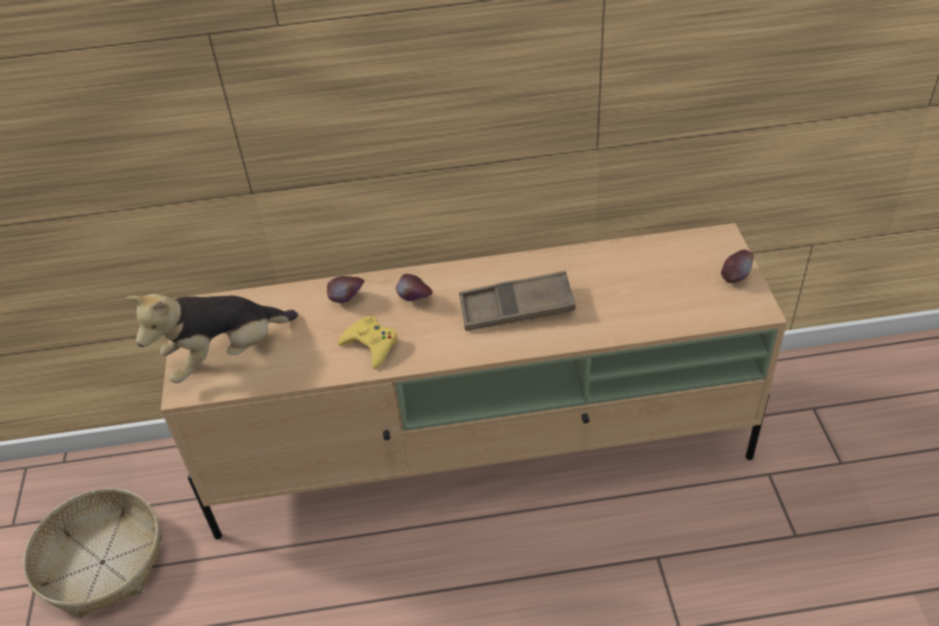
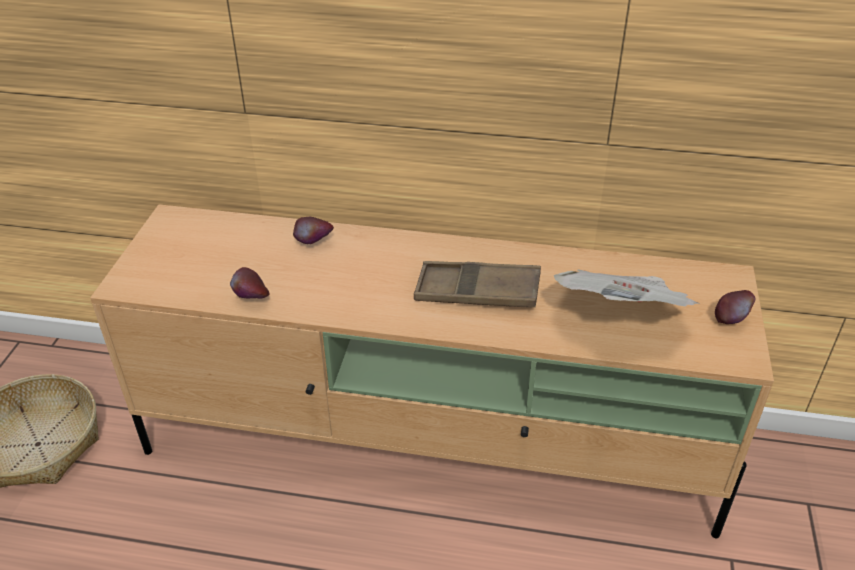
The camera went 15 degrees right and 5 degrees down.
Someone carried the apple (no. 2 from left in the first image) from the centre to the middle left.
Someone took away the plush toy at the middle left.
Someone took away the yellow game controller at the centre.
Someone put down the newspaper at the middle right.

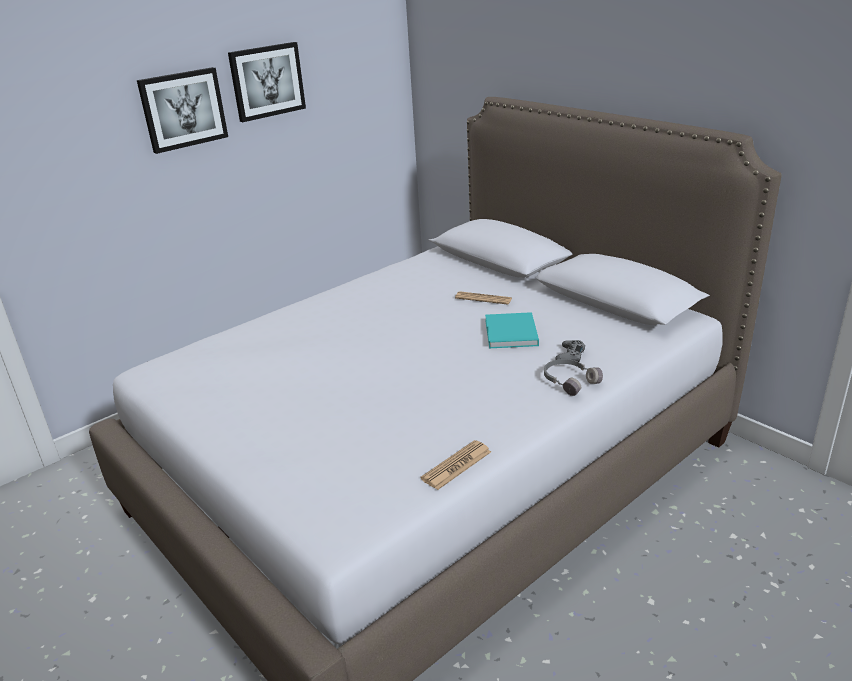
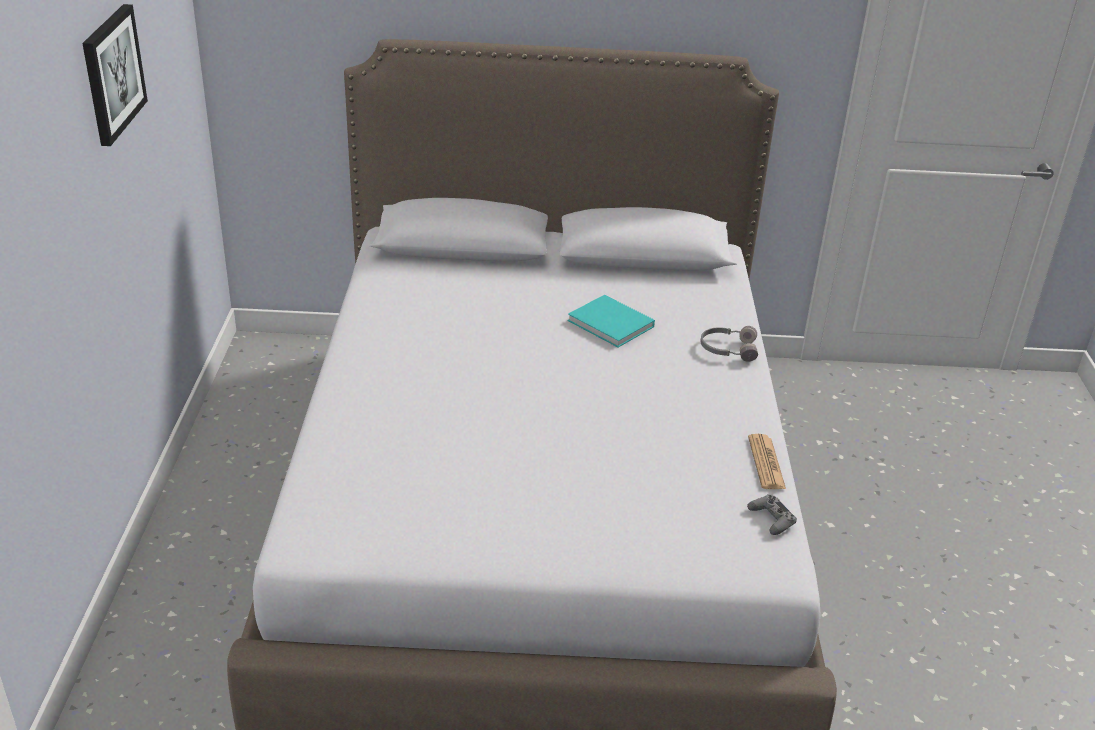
The camera went 50 degrees left and 5 degrees up.
Someone took away the picture (no. 1 from left) at the top left.
Someone took away the newspaper (no. 2 from left) at the centre.
Someone carried the grey game controller from the middle right to the bottom right.

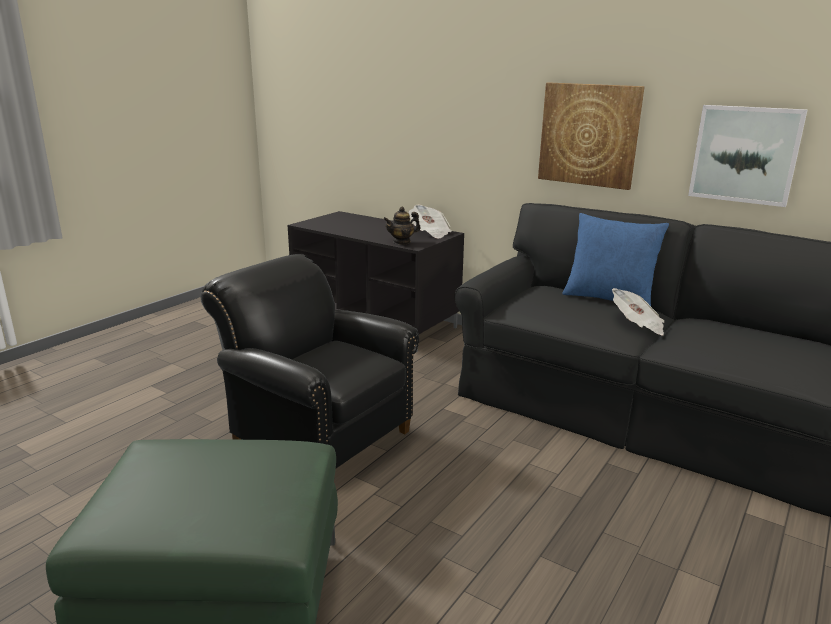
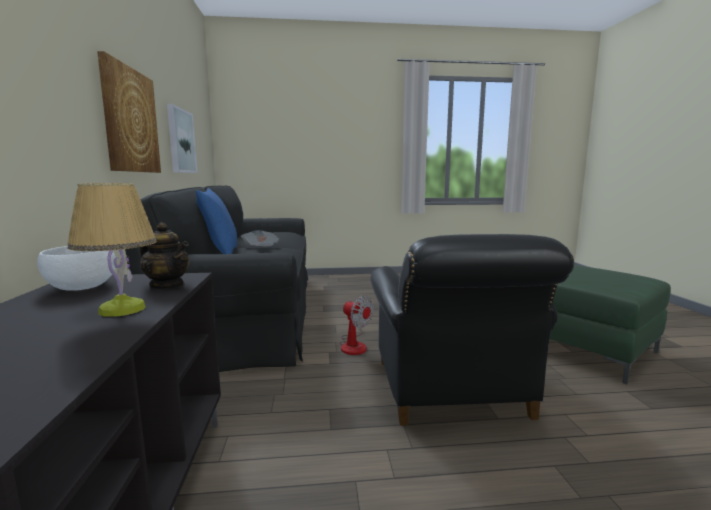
The camera went 130 degrees left and 10 degrees down.
Someone swapped the newspaper (no. 1 from left) at the centre for the white bowl at the middle left.
Someone put down the table lamp at the middle left.
Someone put down the fan at the centre.

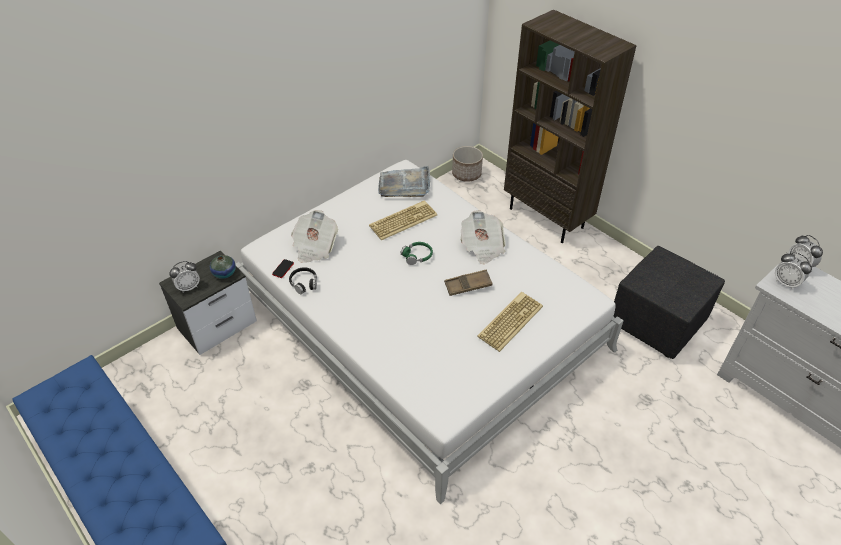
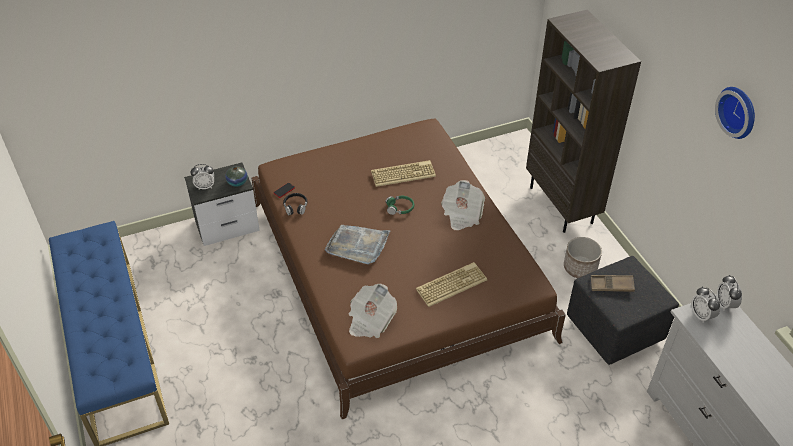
The camera went 20 degrees right and 0 degrees up.
Someone carried the planter from the top centre to the middle right.
Someone repainted the white bed at the centre, which became the brown bed at the centre.
Someone carried the grey tray from the top centre to the centre.
Someone carried the newspaper (no. 1 from left) from the centre to the bottom centre.
Someone carried the brown tray from the centre to the middle right.
Someone put up the wall clock at the top right.

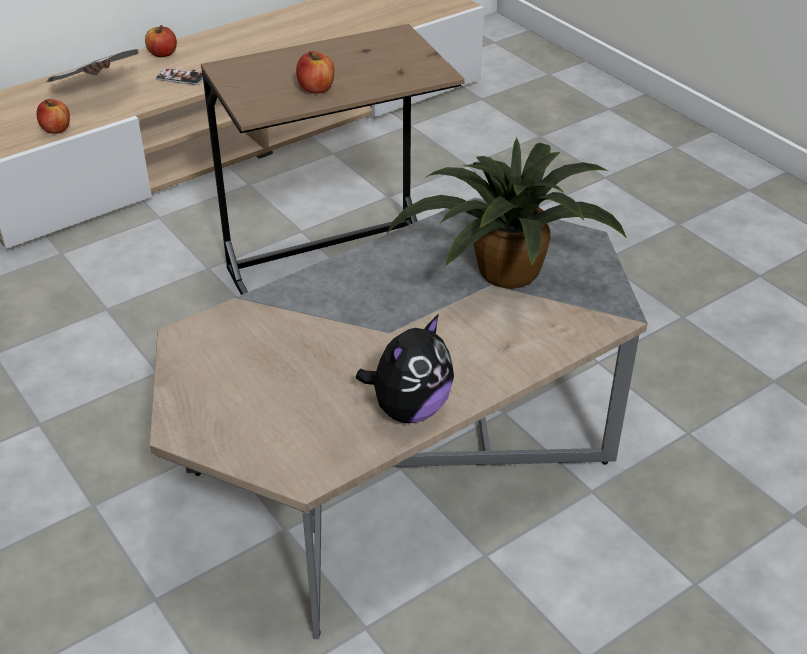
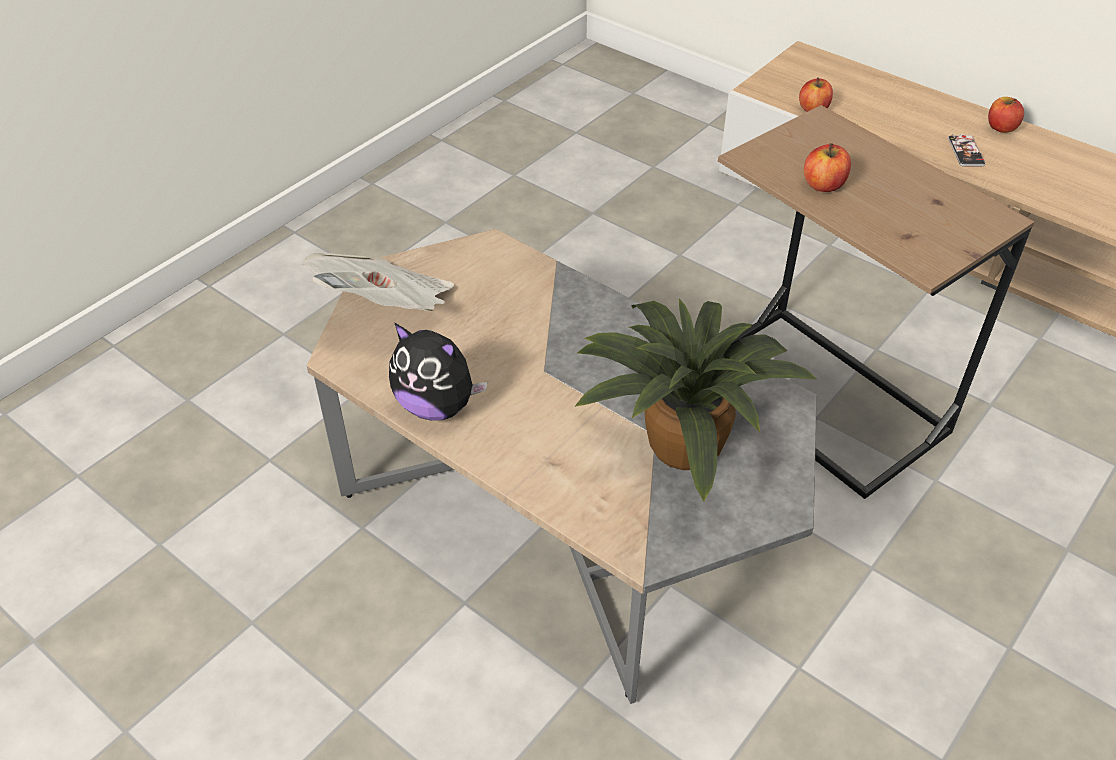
The camera went 75 degrees right and 5 degrees up.
Someone carried the newspaper from the top left to the centre.

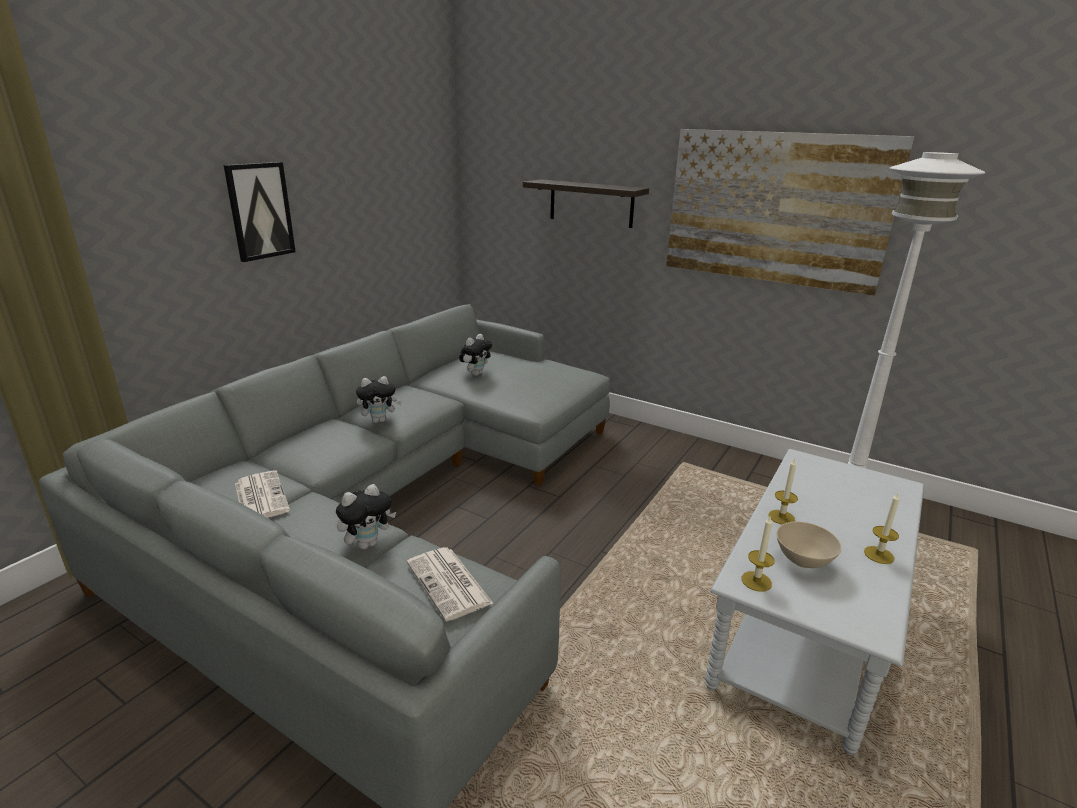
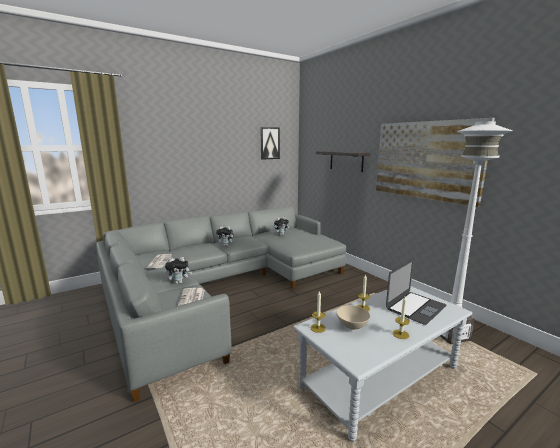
The camera went 25 degrees right and 10 degrees down.
Someone carried the picture (no. 1 from left) from the top left to the top centre.
Someone put down the laptop at the middle right.

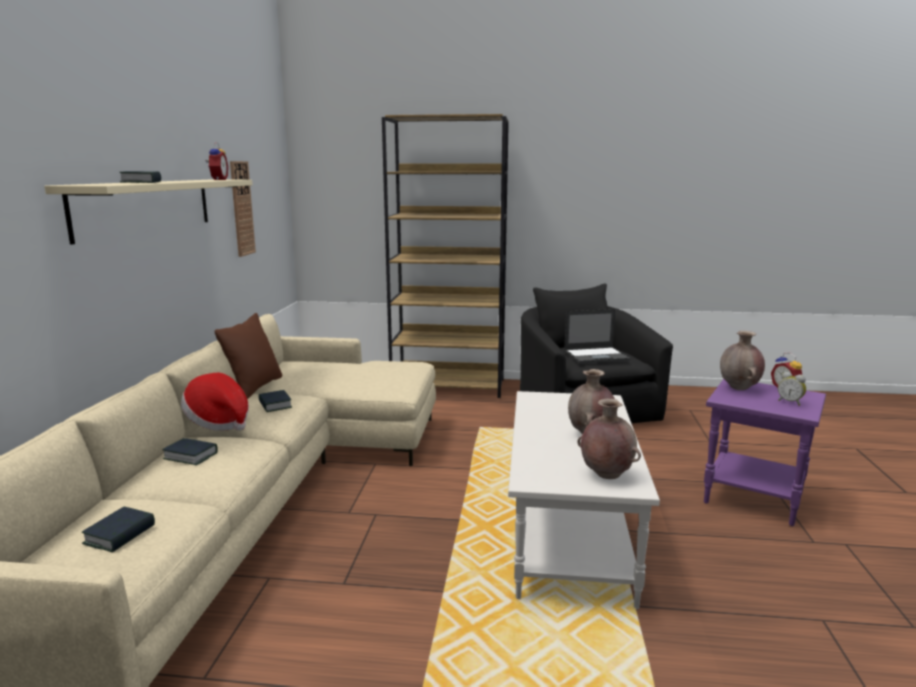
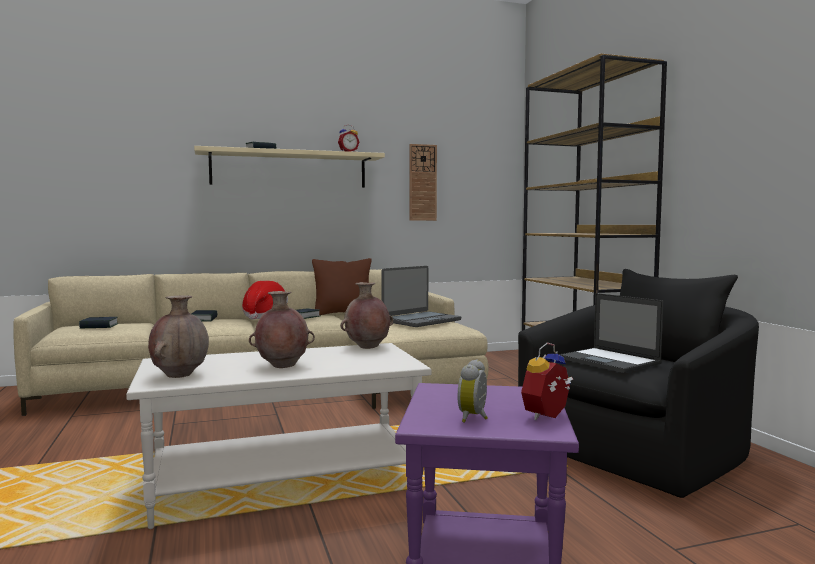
The camera went 65 degrees right and 10 degrees down.
Someone carried the brown vase (no. 3 from left) from the middle right to the centre.
Someone put down the laptop (no. 1 from left) at the centre.

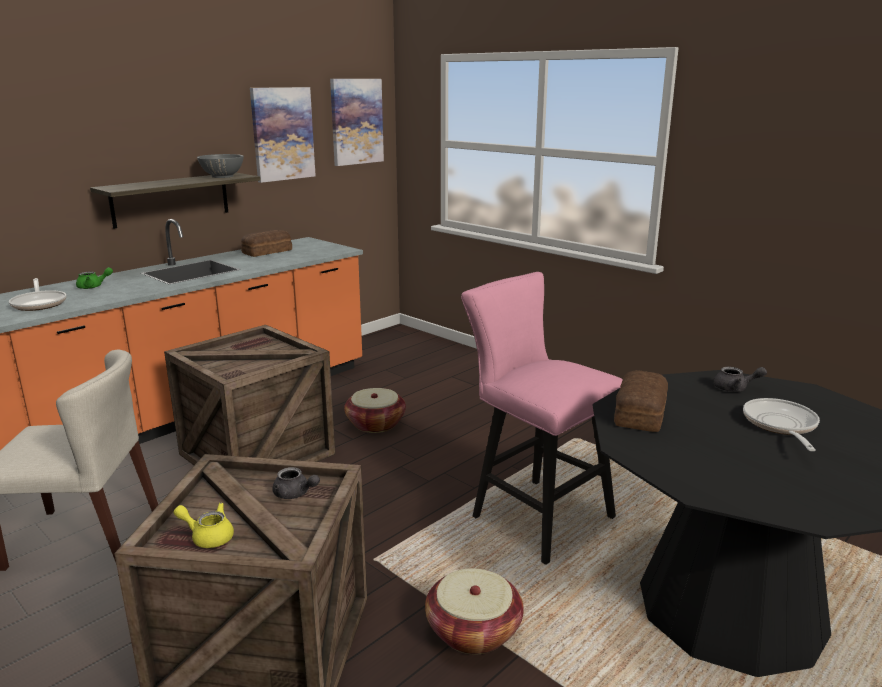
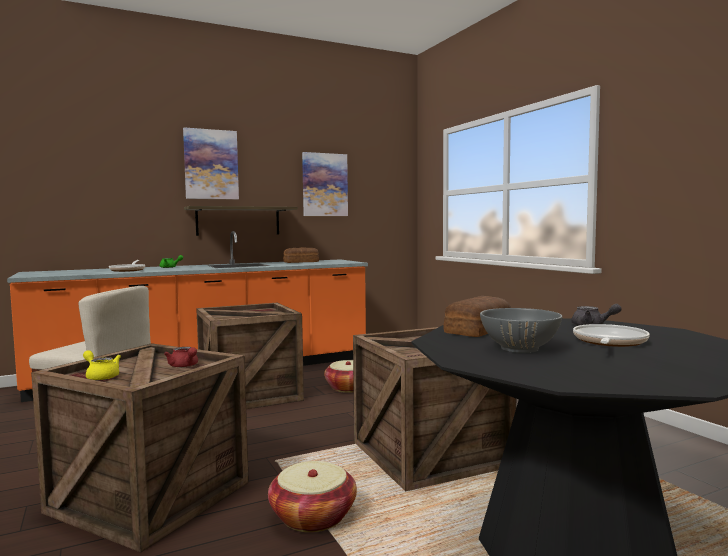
The camera went 20 degrees right and 15 degrees down.
Someone carried the picture (no. 2 from left in the first image) from the top centre to the top left.
Someone carried the grey bowl from the top left to the middle right.
Someone swapped the pink stool at the centre for the crate (no. 3 from left) at the bottom centre.
Someone repainted the grey teapot (no. 1 from left) at the bottom centre, which became the red teapot at the middle left.

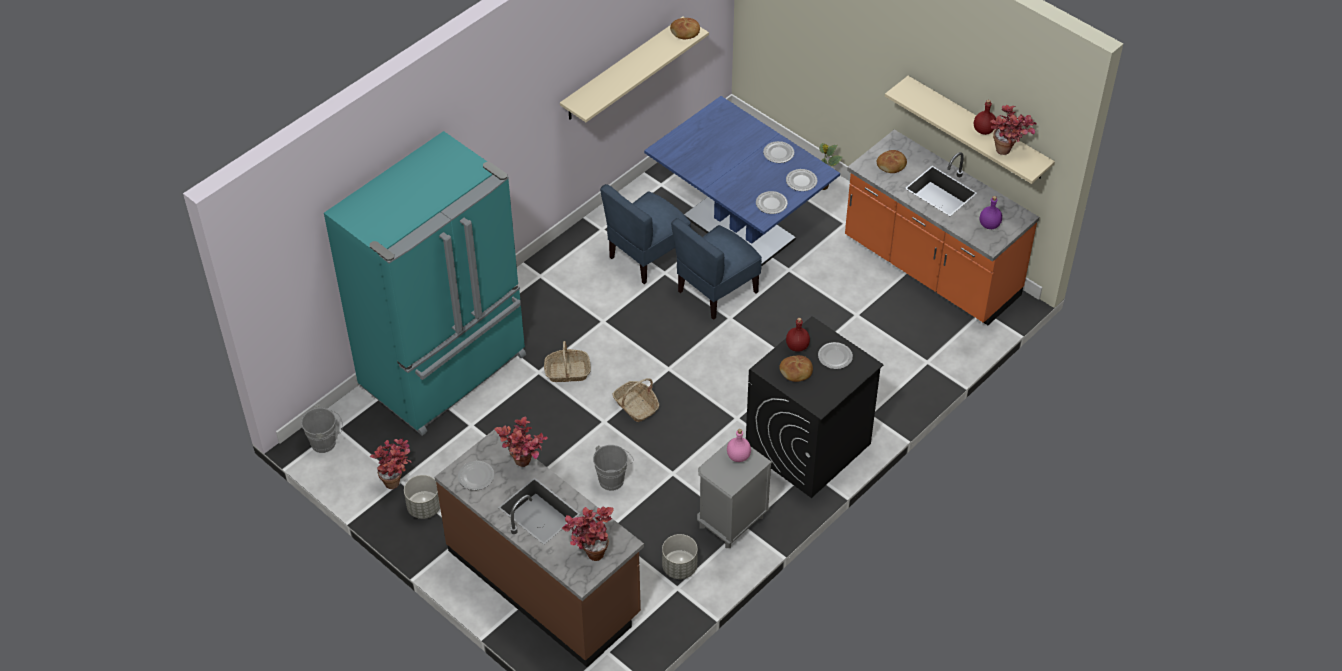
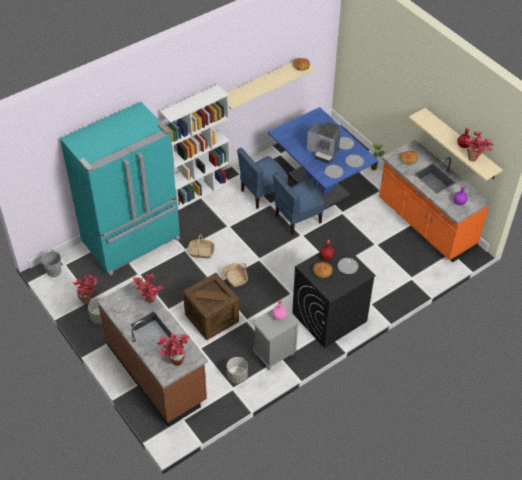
The camera went 10 degrees right and 0 degrees up.
Someone swapped the grey bucket (no. 2 from left) at the bottom centre for the crate at the centre.
Someone put down the white bookcase at the top centre.
Someone put down the coffee machine at the top centre.

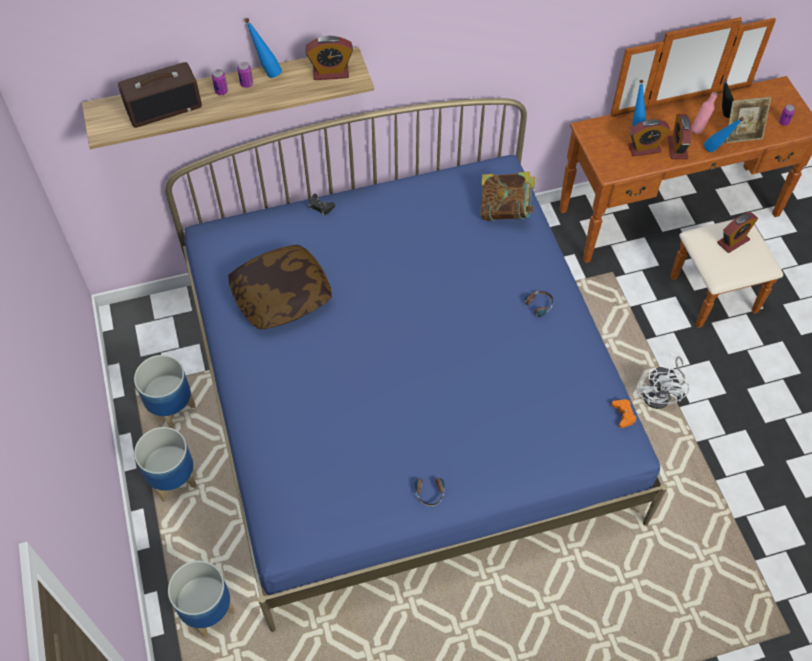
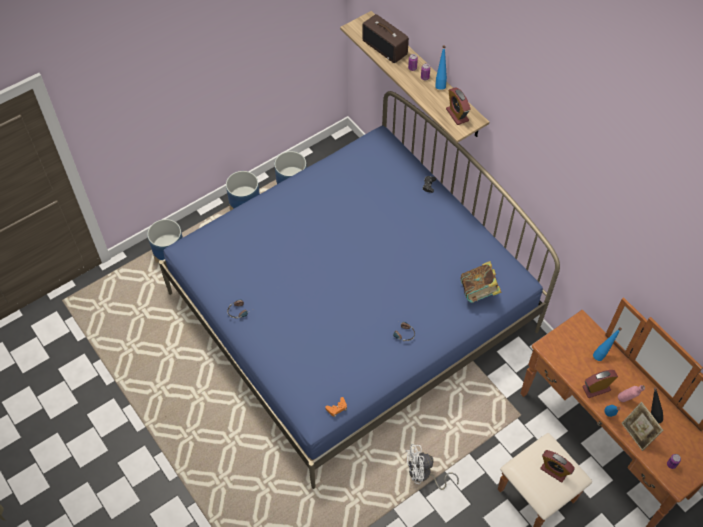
The camera went 70 degrees right and 0 degrees up.
Someone took away the alarm clock (no. 2 from left) at the top right.
Someone took away the pillow at the centre.

